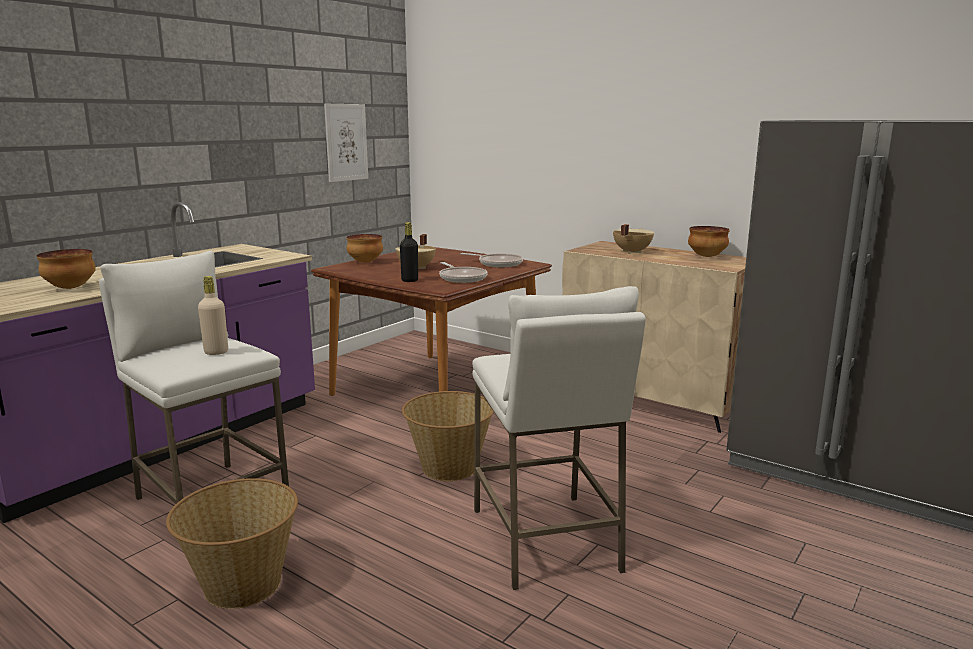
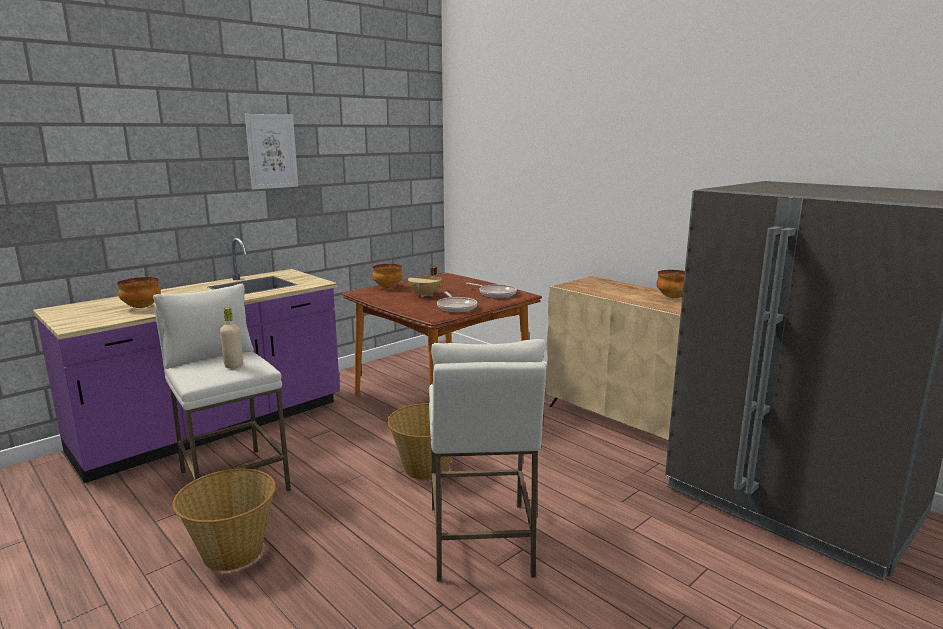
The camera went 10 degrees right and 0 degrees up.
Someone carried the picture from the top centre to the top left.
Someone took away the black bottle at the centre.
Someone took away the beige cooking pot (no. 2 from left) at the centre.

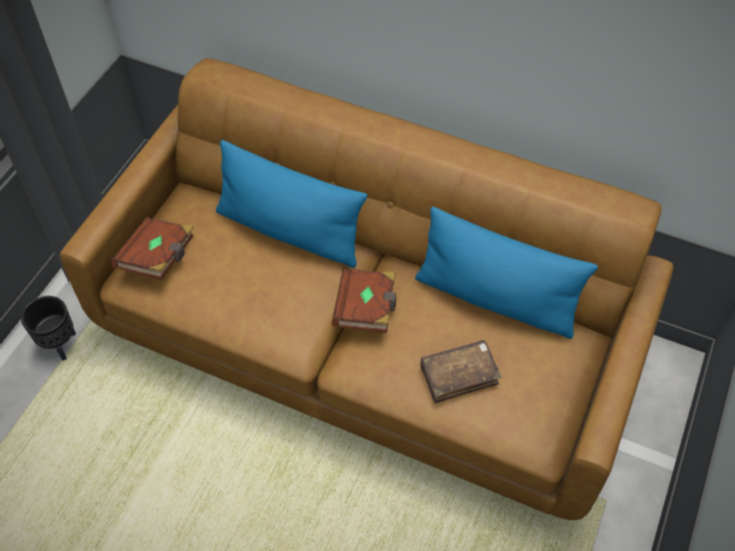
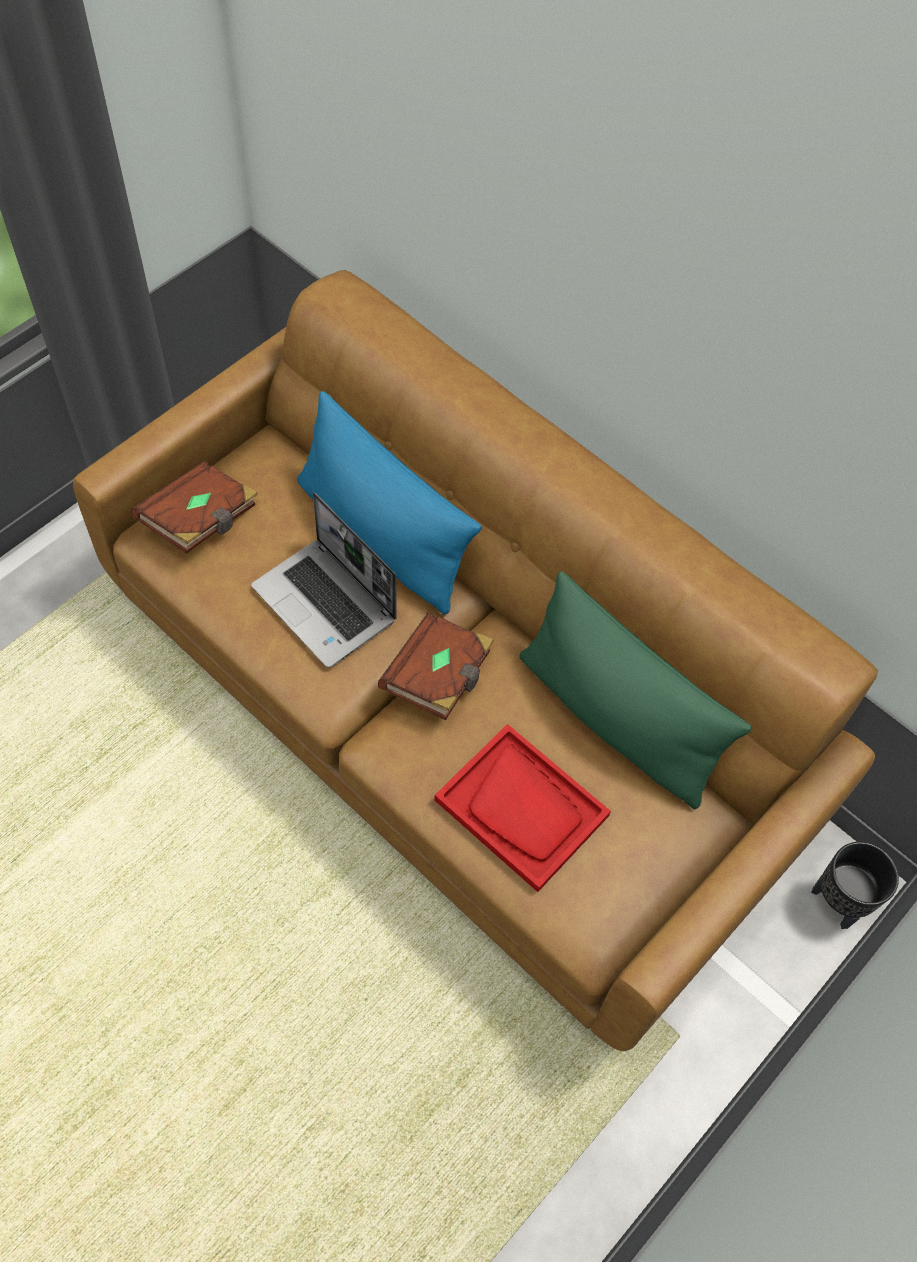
The camera went 15 degrees right and 5 degrees up.
Someone repainted the blue pillow (no. 2 from left) at the middle right, which became the green pillow at the middle right.
Someone carried the black planter from the middle left to the bottom right.
Someone swapped the brown book (no. 3 from left) at the bottom centre for the red tray at the centre.
Someone put down the laptop at the centre.

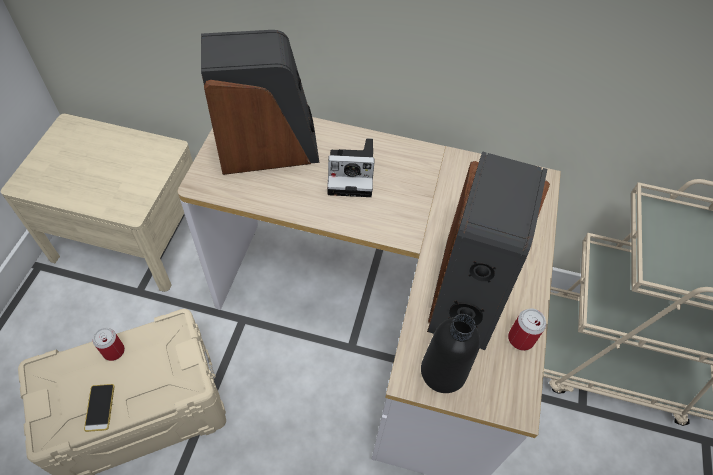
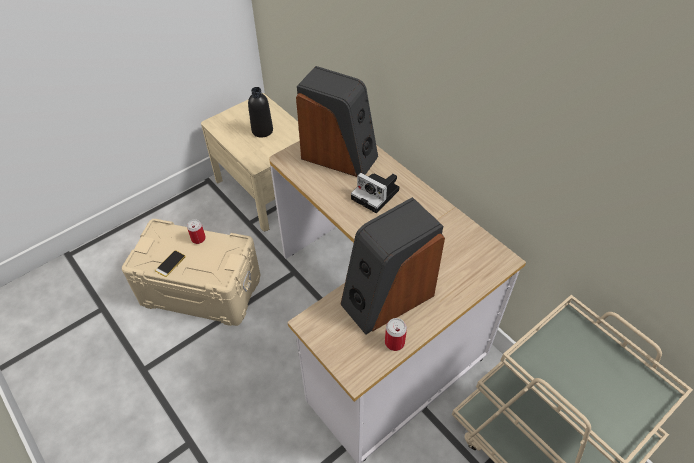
The camera went 40 degrees right and 5 degrees down.
Someone carried the black bottle from the bottom centre to the top centre.

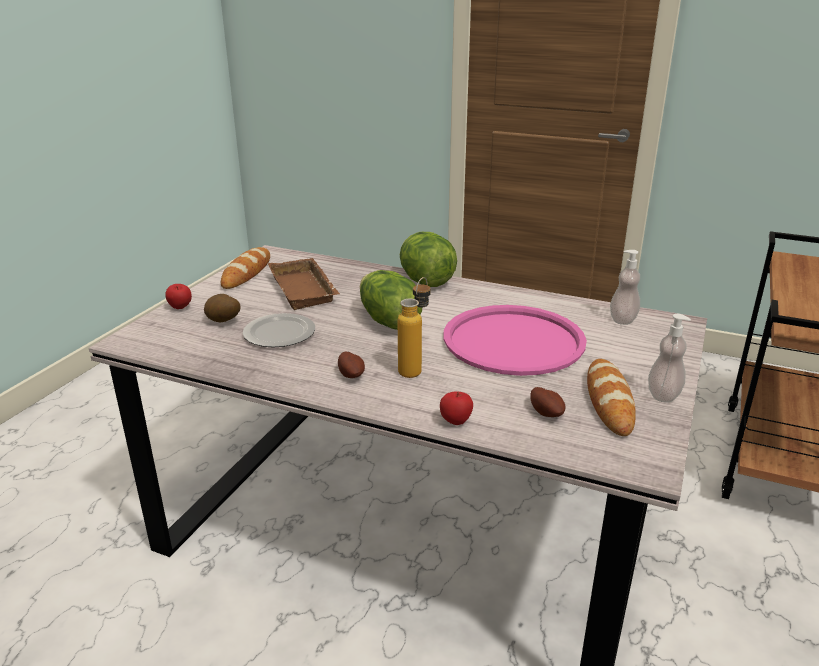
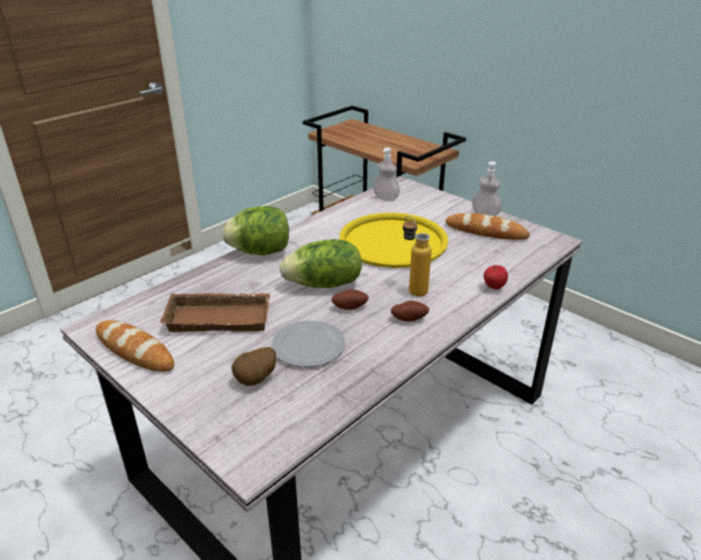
The camera went 70 degrees left and 5 degrees up.
Someone took away the apple (no. 1 from left) at the middle left.
Someone repainted the pink tray at the centre, which became the yellow tray at the centre.
Someone carried the potato (no. 3 from left in the first image) from the middle right to the centre.

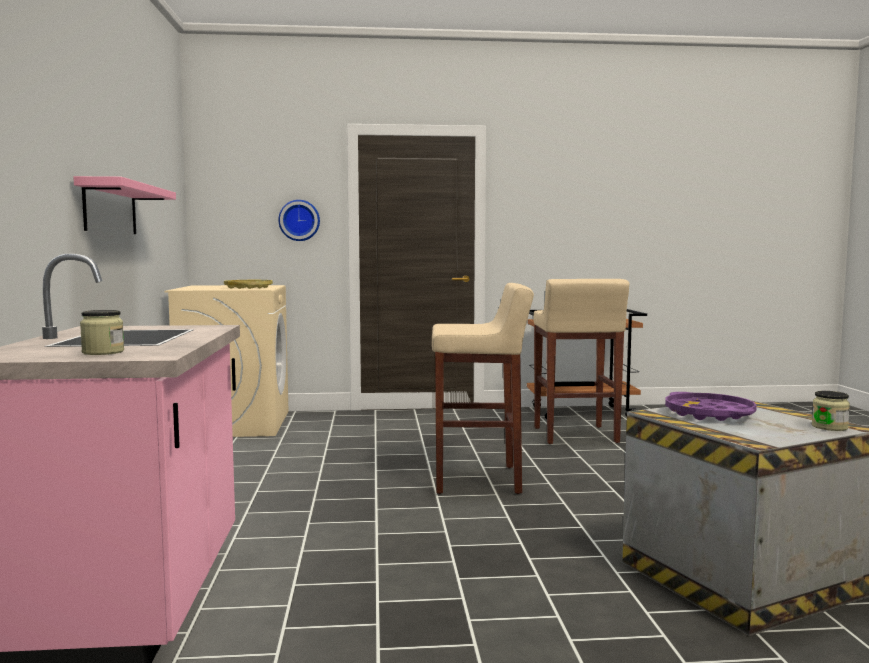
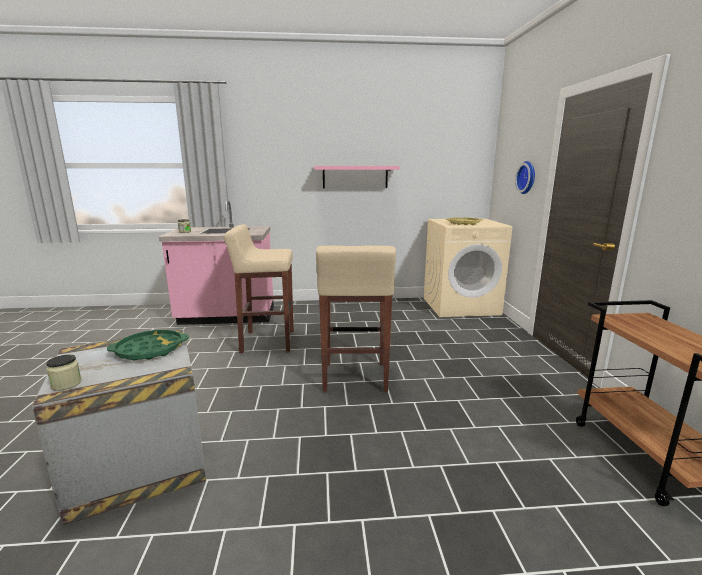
The camera went 90 degrees right and 10 degrees up.
Someone carried the beige stool (no. 2 from left in the first image) from the middle right to the centre.
Someone repainted the purple tray at the middle right, which became the green tray at the middle left.

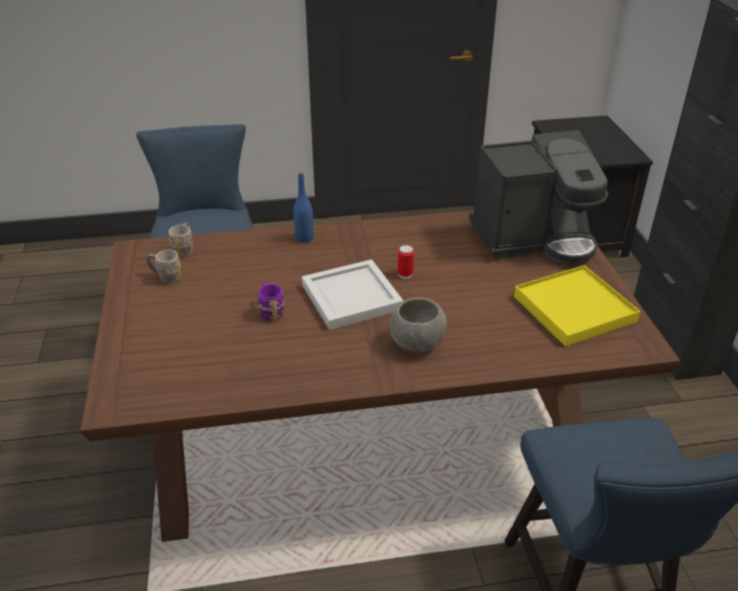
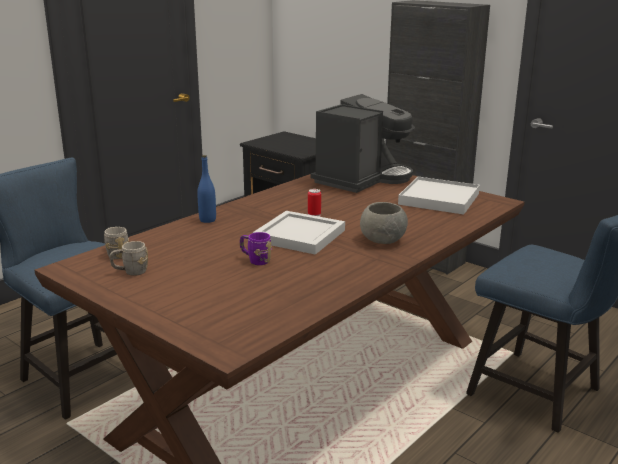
The camera went 40 degrees left and 15 degrees down.
Someone repainted the yellow tray at the middle right, which became the white tray (no. 2 from left) at the middle right.

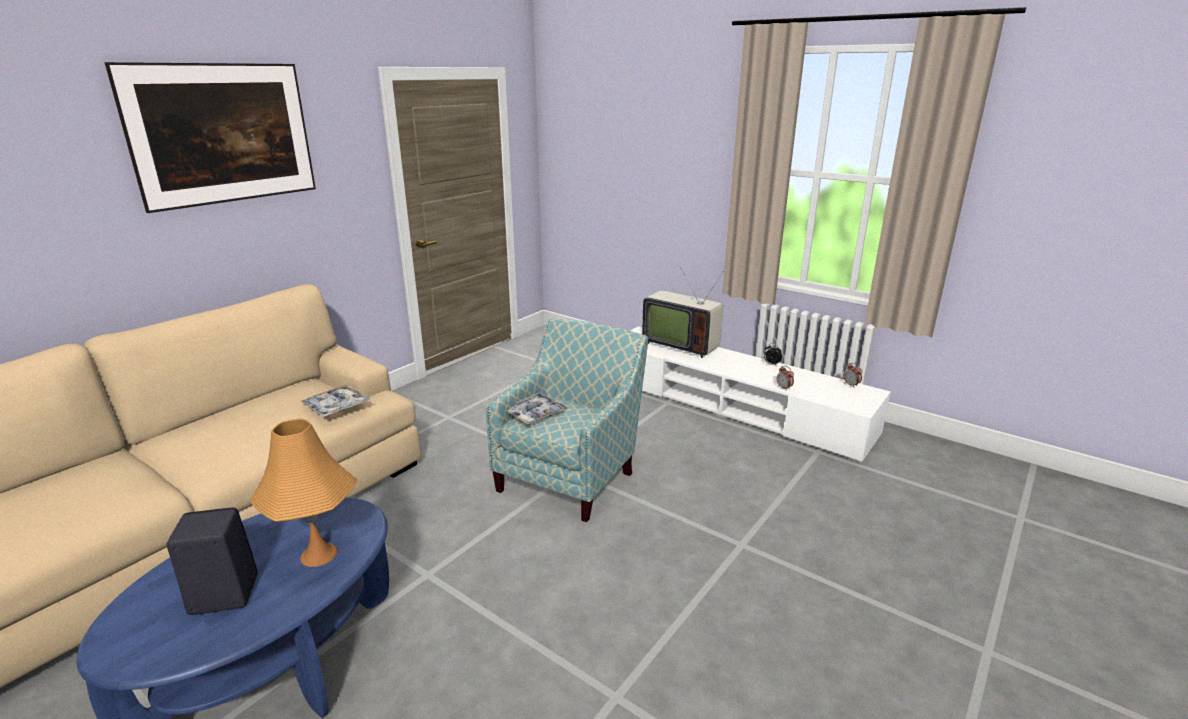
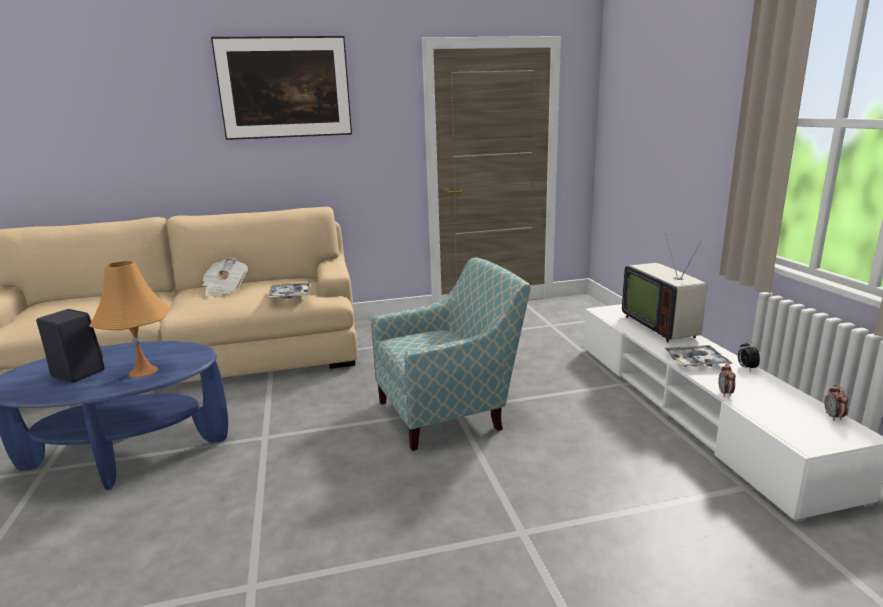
The camera went 40 degrees right and 5 degrees down.
Someone carried the tray (no. 2 from left) from the centre to the middle right.
Someone put down the newspaper at the middle left.

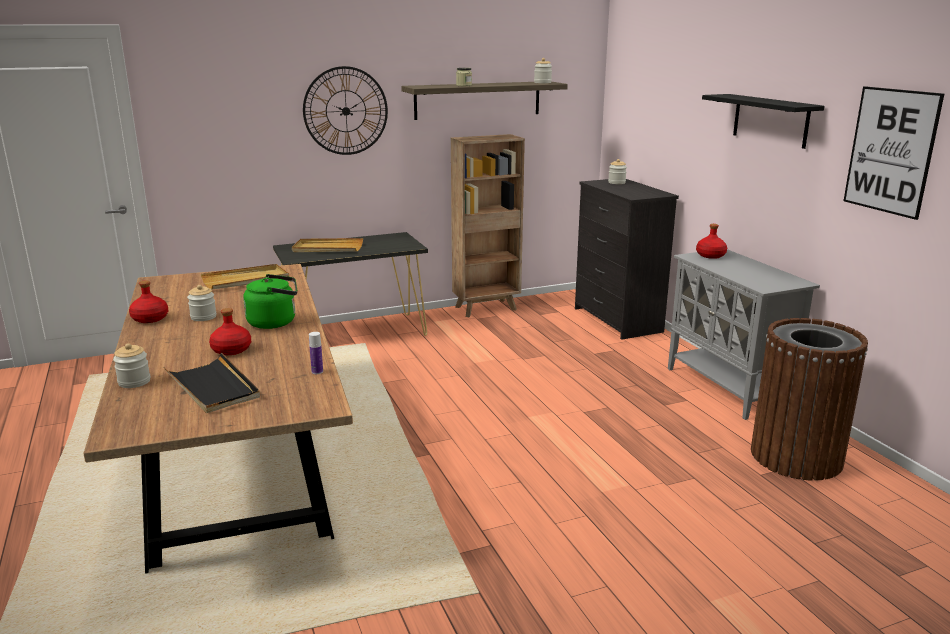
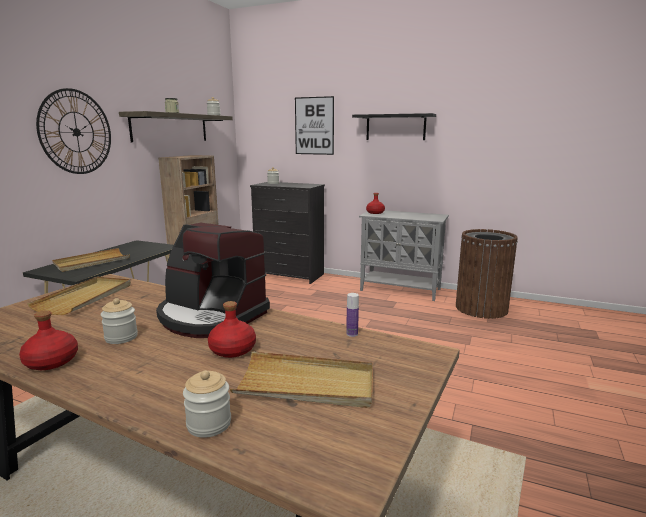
The camera went 45 degrees left and 5 degrees down.
Someone carried the picture from the top right to the top centre.
Someone swapped the green kettle at the middle left for the coffee machine at the middle left.
Someone repainted the black tray at the middle left, which became the beige tray (no. 3 from left) at the bottom centre.

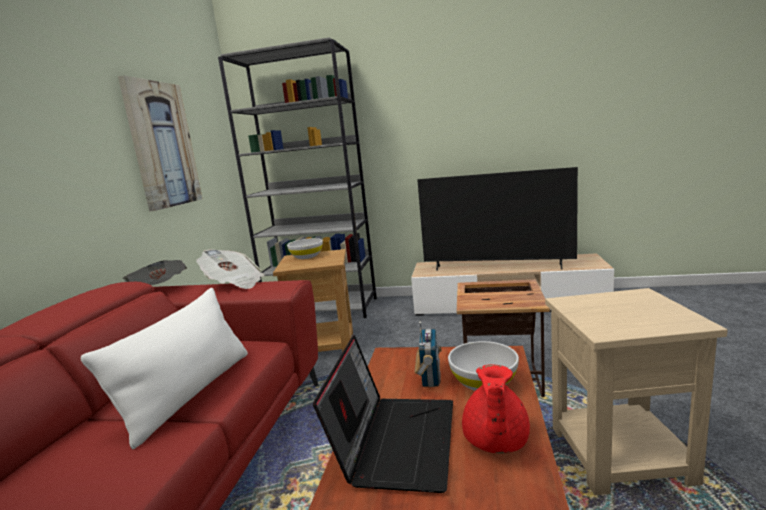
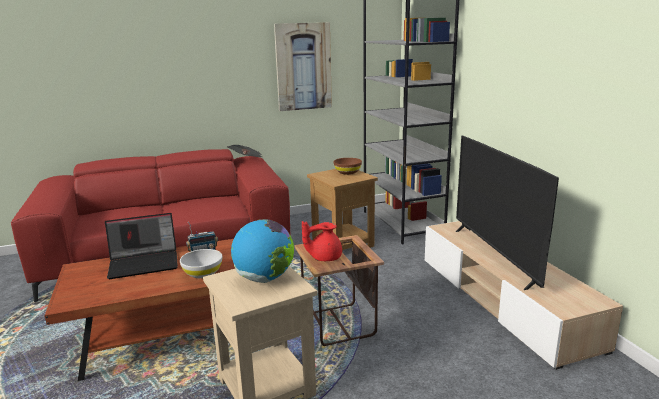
The camera went 60 degrees right and 5 degrees up.
Someone repainted the white bowl (no. 1 from left) at the centre, which became the brown bowl at the centre.
Someone took away the newspaper (no. 2 from left) at the middle left.
Someone took away the white pillow at the bottom left.
Someone carried the red teapot from the bottom centre to the centre.
Someone put down the globe at the centre.

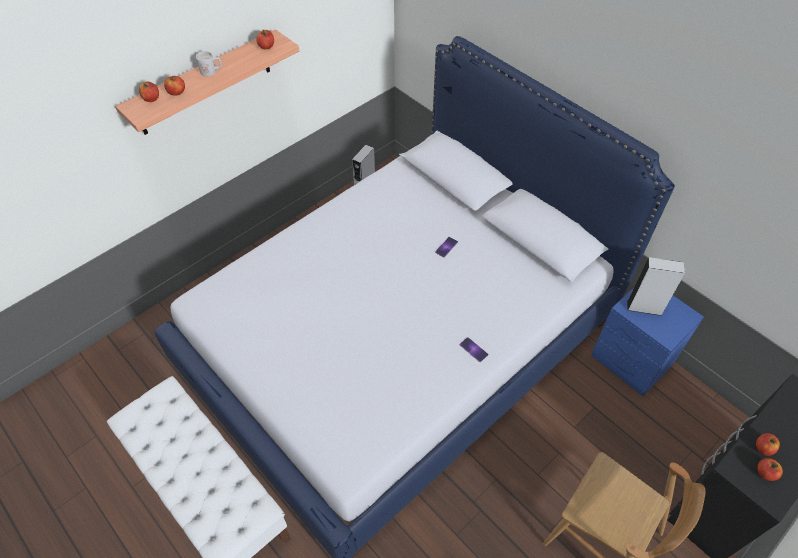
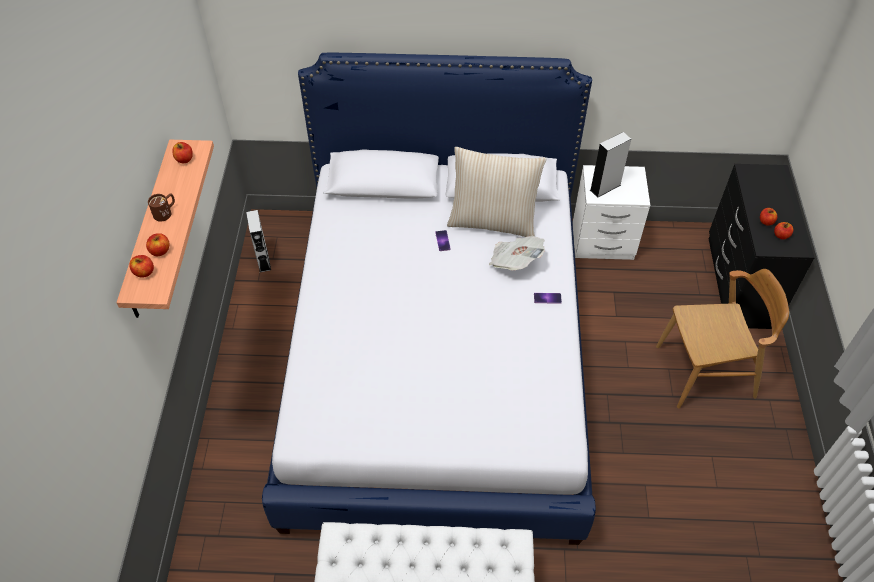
The camera went 45 degrees left and 0 degrees up.
Someone repainted the white mug at the top left, which became the brown mug at the middle left.
Someone repainted the blue nightstand at the middle right, which became the white nightstand at the middle right.
Someone put down the beige pillow at the top centre.
Someone put down the newspaper at the centre.

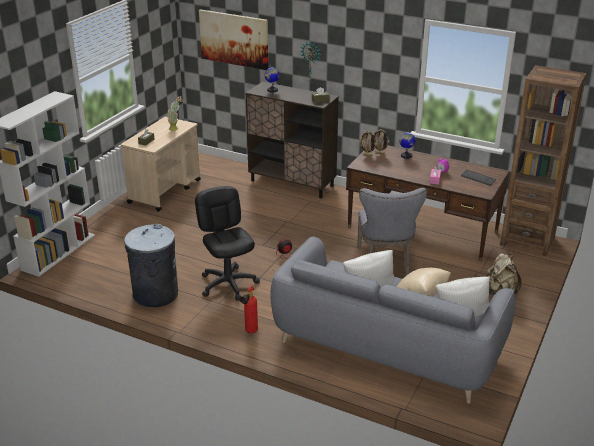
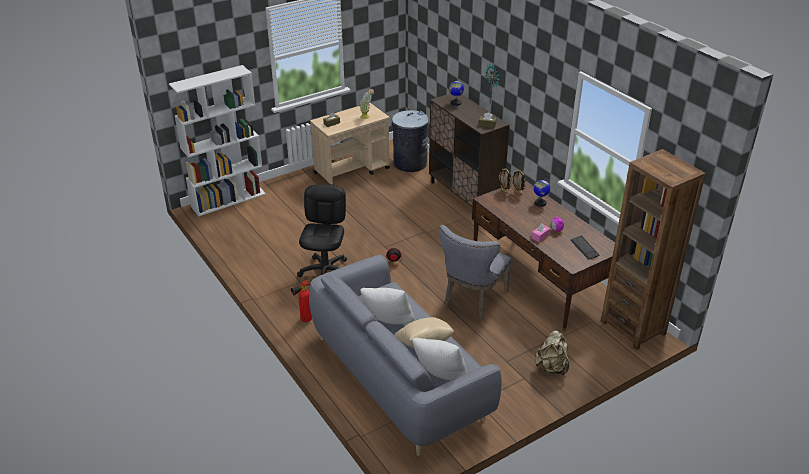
The camera went 30 degrees right and 5 degrees up.
Someone took away the picture at the top centre.
Someone carried the grey trash can from the middle left to the top centre.

